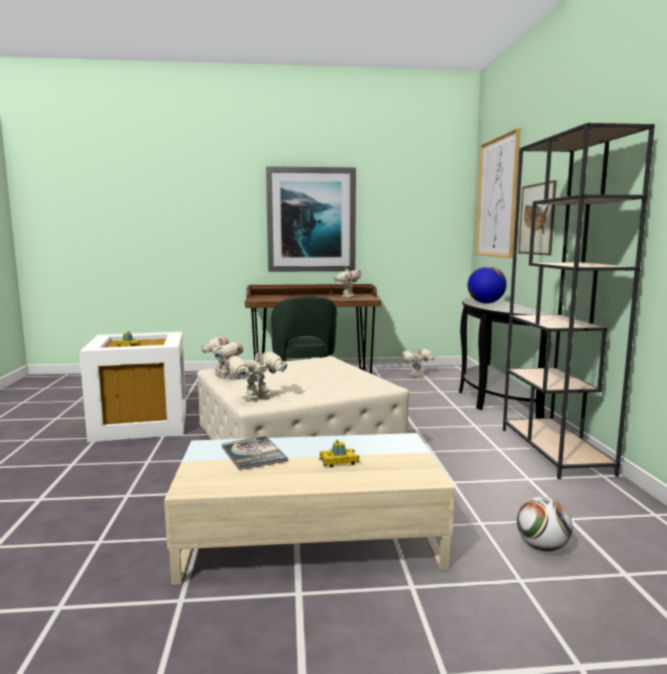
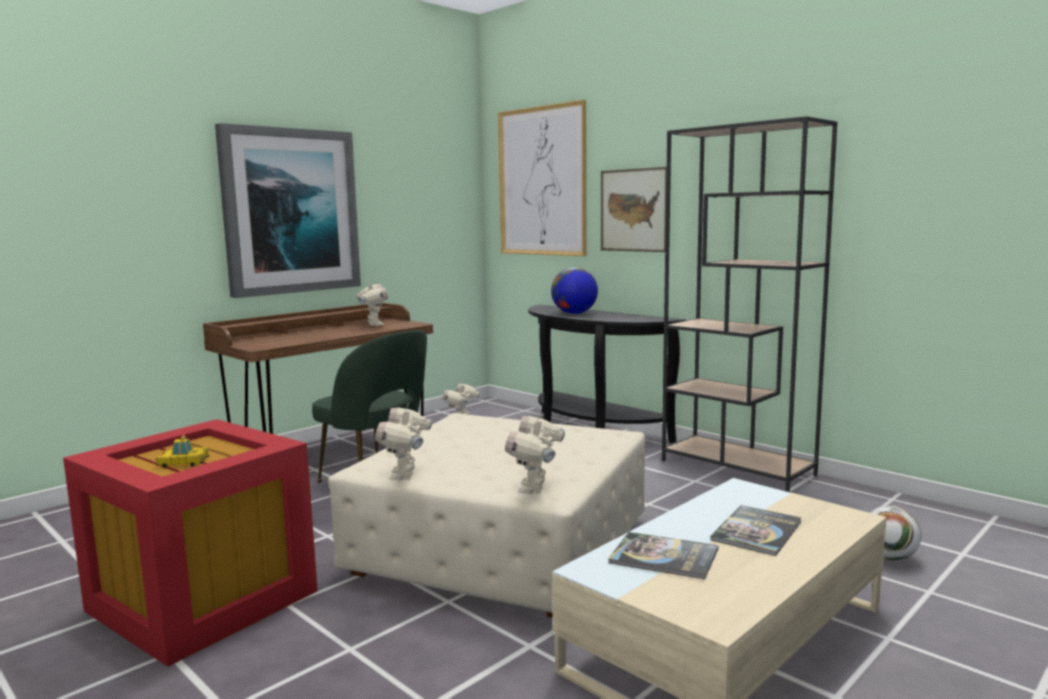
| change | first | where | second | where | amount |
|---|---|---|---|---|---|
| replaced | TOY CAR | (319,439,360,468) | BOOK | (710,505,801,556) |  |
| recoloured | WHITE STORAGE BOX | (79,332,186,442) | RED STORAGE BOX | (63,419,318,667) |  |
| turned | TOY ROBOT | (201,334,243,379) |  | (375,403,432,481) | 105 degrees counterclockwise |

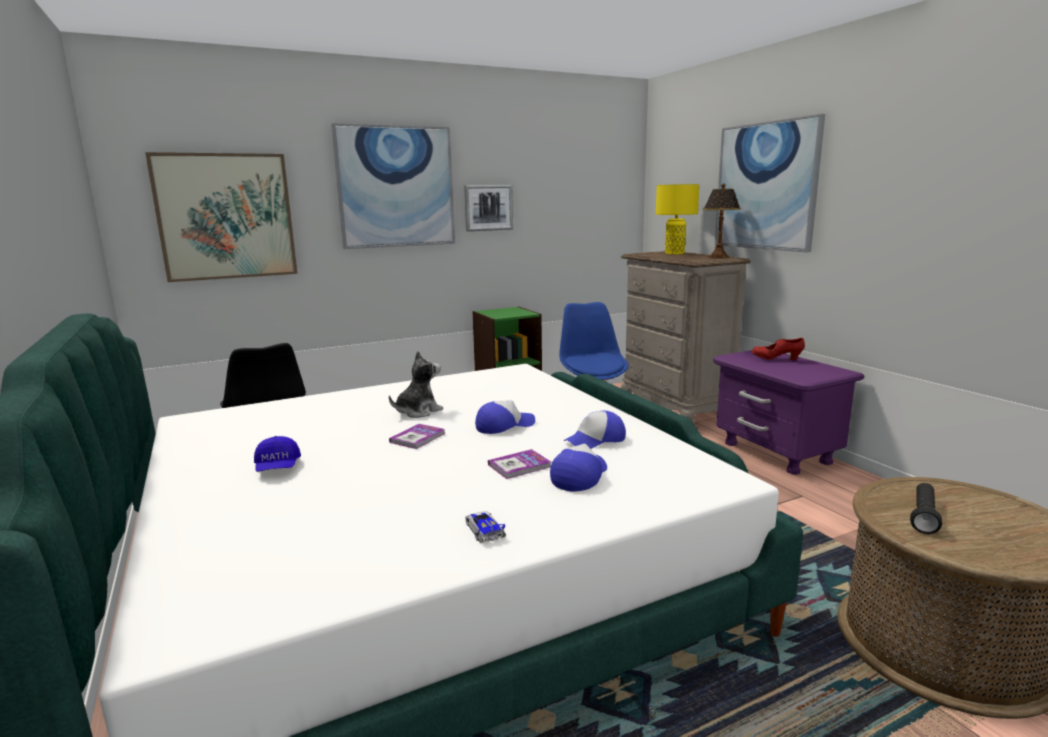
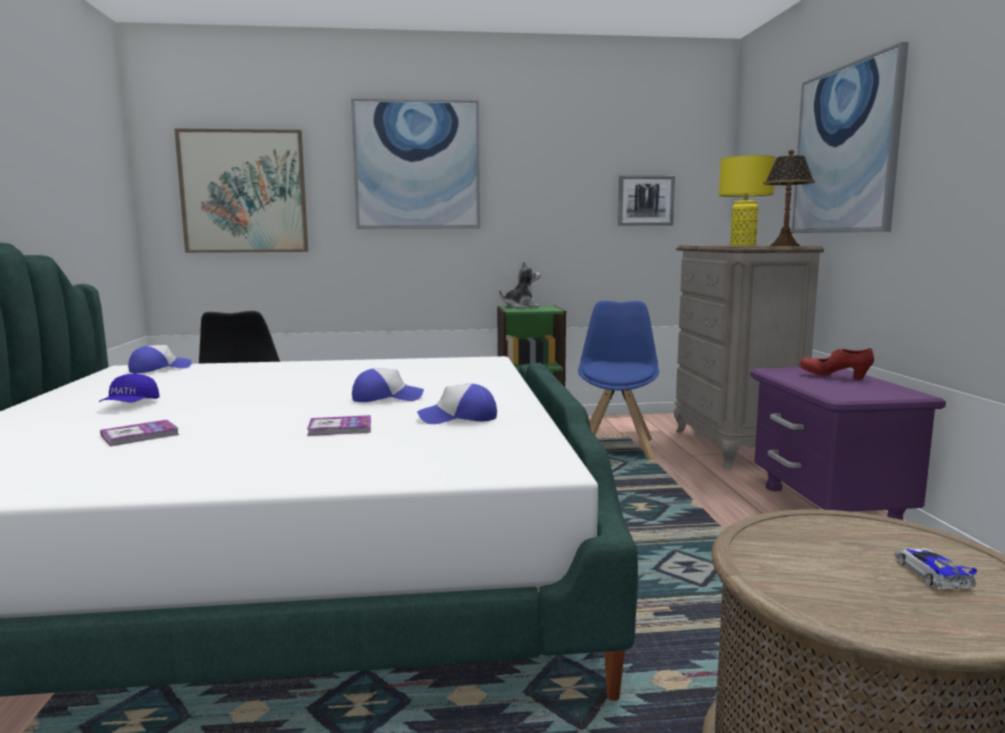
| change | first | where | second | where | amount |
|---|---|---|---|---|---|
| removed | BLACK FLASHLIGHT | (910,483,942,534) |  |  |  |
| moved | PLUSH TOY | (389,351,443,418) |  | (499,262,540,308) |  |
| moved | BOOK | (389,424,446,449) |  | (100,420,179,446) |  |
| moved | PICTURE | (464,185,513,231) |  | (618,175,675,226) |  |
| moved | TOY CAR | (465,511,506,543) |  | (894,548,977,589) |  |
| moved | CAP | (550,444,607,491) |  | (128,345,192,373) |  |

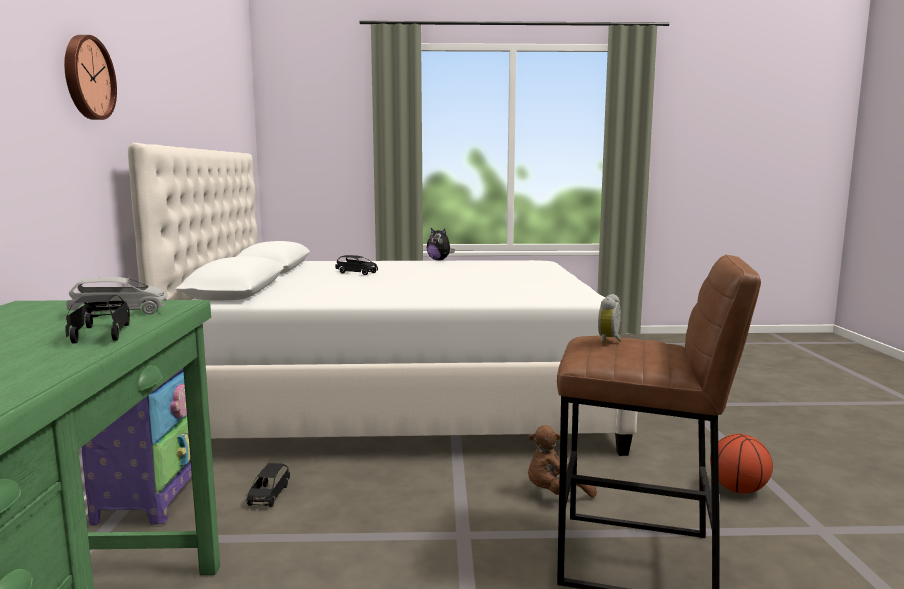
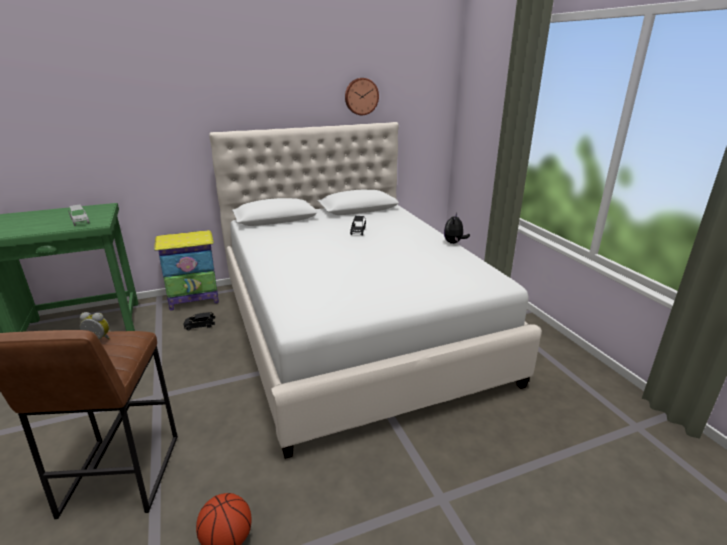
| change | first | where | second | where | amount |
|---|---|---|---|---|---|
| removed | BLACK TOY CAR | (65,295,130,344) |  |  |  |
| removed | BROWN PLUSH TOY | (528,425,597,497) |  |  |  |
| moved | WALL CLOCK | (64,35,117,120) |  | (345,78,379,115) |  |

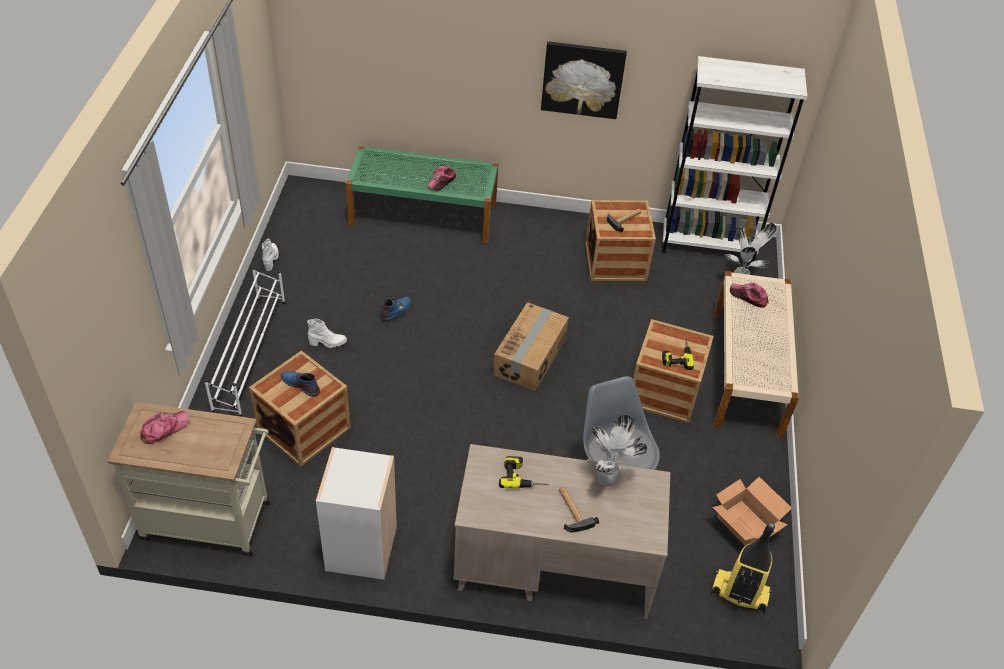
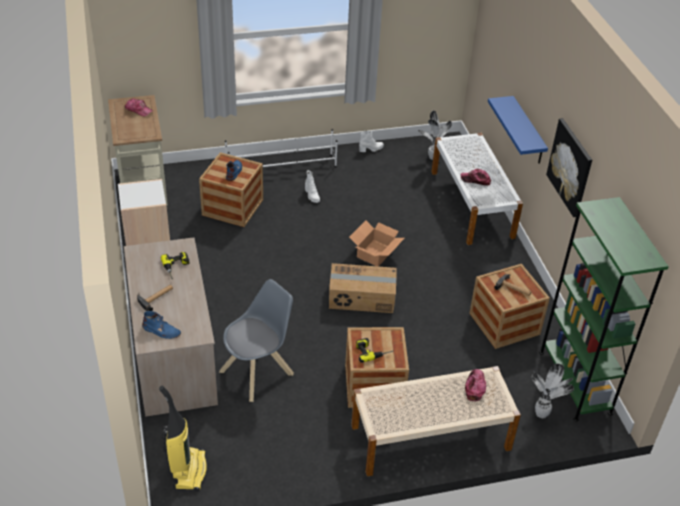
| change | first | where | second | where | amount |
|---|---|---|---|---|---|
| added |  |  | BLUE SHELF | (488,96,548,164) |  |
| moved | BLUE BOOT | (380,297,411,322) |  | (142,311,181,339) |  |
| moved | POTTED PLANT | (591,415,647,487) |  | (418,110,452,160) |  |
| moved | CARDBOARD BOX | (712,477,792,546) |  | (349,220,404,267) |  |
| recoloured | GREEN BENCH | (346,146,499,243) | WHITE BENCH | (431,133,523,245) |  |
| recoloured | WHITE BOOKCASE | (661,56,807,263) | GREEN BOOKCASE | (539,197,669,422) |  |

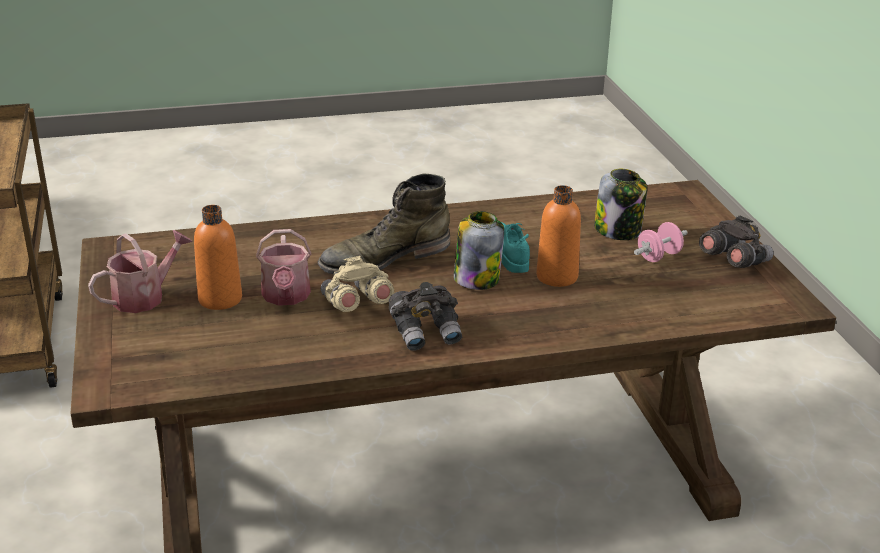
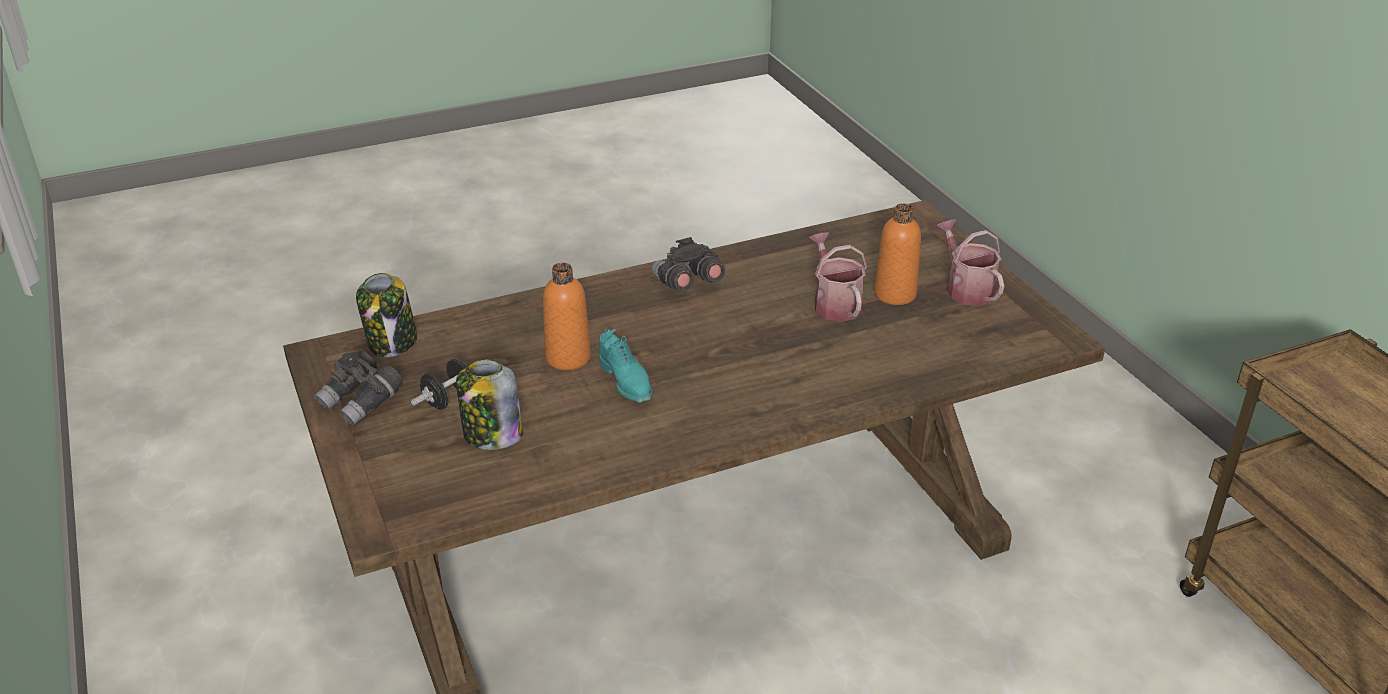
| change | first | where | second | where | amount |
|---|---|---|---|---|---|
| removed | GREEN BOOT | (318,174,450,274) |  |  |  |
| removed | BEIGE BINOCULARS | (321,256,394,312) |  |  |  |
| moved | JAR | (454,211,504,290) |  | (356,273,417,357) |  |
| recoloured | PINK DUMBBELL | (634,222,688,262) | BLACK DUMBBELL | (411,359,467,410) |  |
| turned | WATERING CAN | (88,230,193,313) |  | (936,219,1004,306) | 120 degrees clockwise |

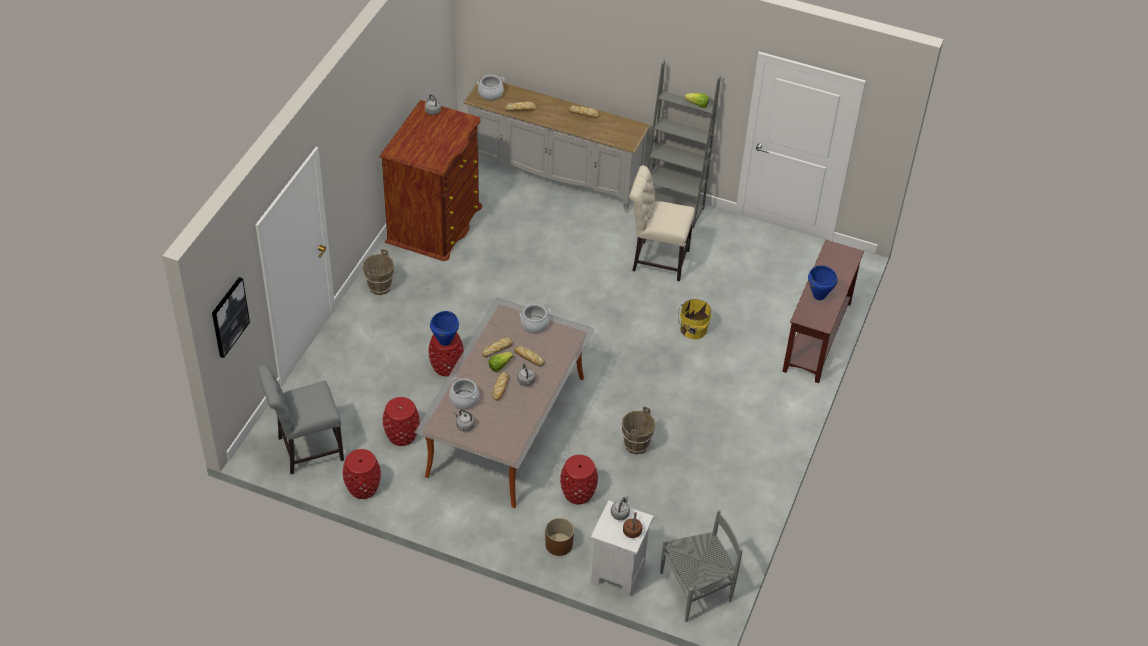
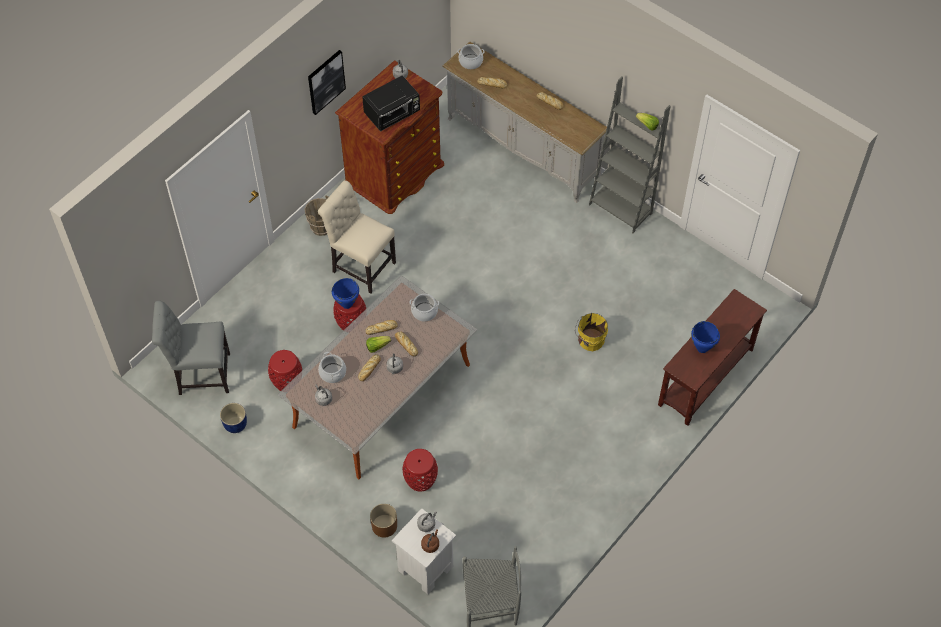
| change | first | where | second | where | amount |
|---|---|---|---|---|---|
| removed | BROWN BUCKET | (622,406,656,454) |  |  |  |
| added |  |  | BLACK MICROWAVE | (362,75,420,131) |  |
| moved | PICTURE | (212,277,250,358) |  | (308,50,346,115) |  |
| moved | BEIGE CHAIR | (629,166,695,281) |  | (318,180,396,294) |  |
| replaced | RED STOOL | (343,449,381,499) | BLUE PLANTER | (220,403,247,433) |  |

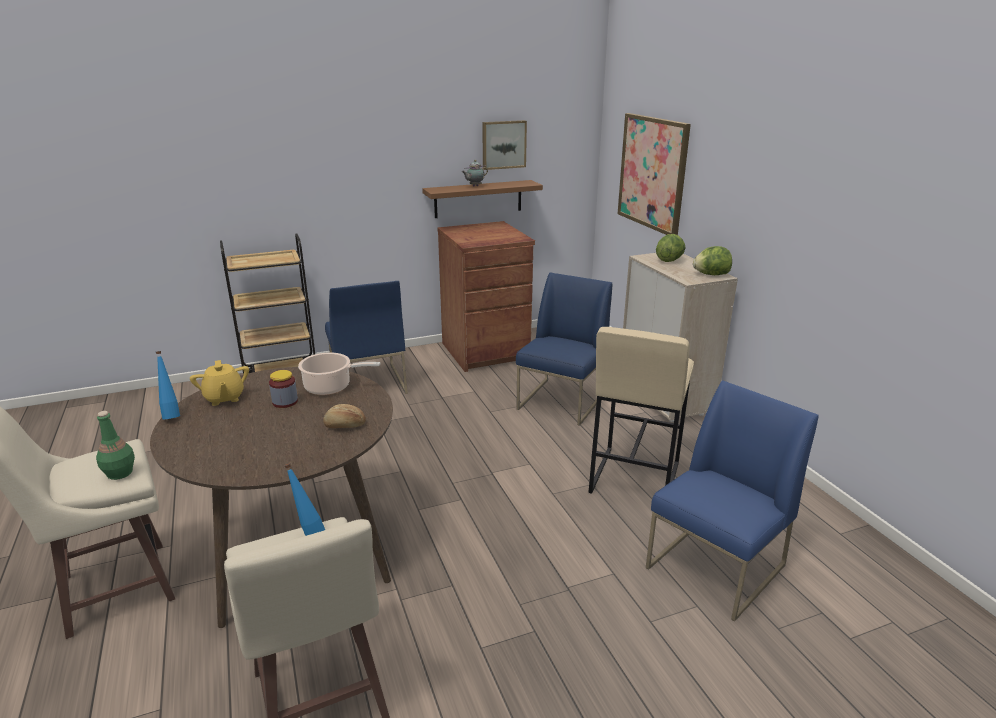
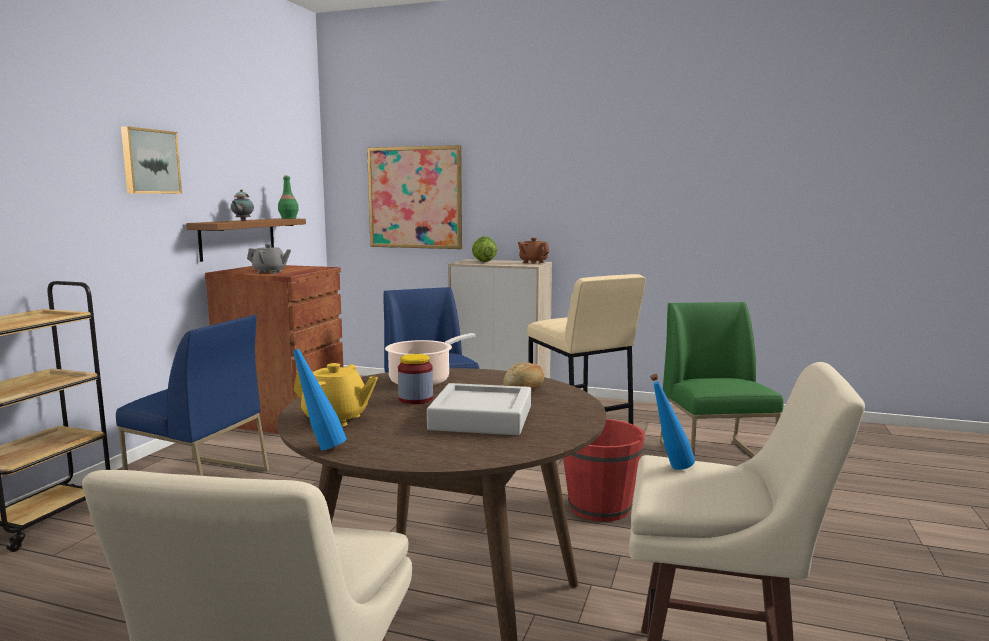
| change | first | where | second | where | amount |
|---|---|---|---|---|---|
| added |  |  | GREY TEAPOT | (247,244,291,274) |  |
| added |  |  | GREY TRAY | (427,383,531,435) |  |
| added |  |  | RED BUCKET | (563,419,645,522) |  |
| moved | GREEN BOTTLE | (96,411,135,480) |  | (278,175,299,219) |  |
| moved | PICTURE | (482,120,527,170) |  | (121,126,182,194) |  |
| replaced | LETTUCE | (693,246,732,275) | BROWN TEAPOT | (518,238,549,264) |  |
| recoloured | BLUE CHAIR | (646,380,818,621) | GREEN CHAIR | (660,302,784,458) |  |

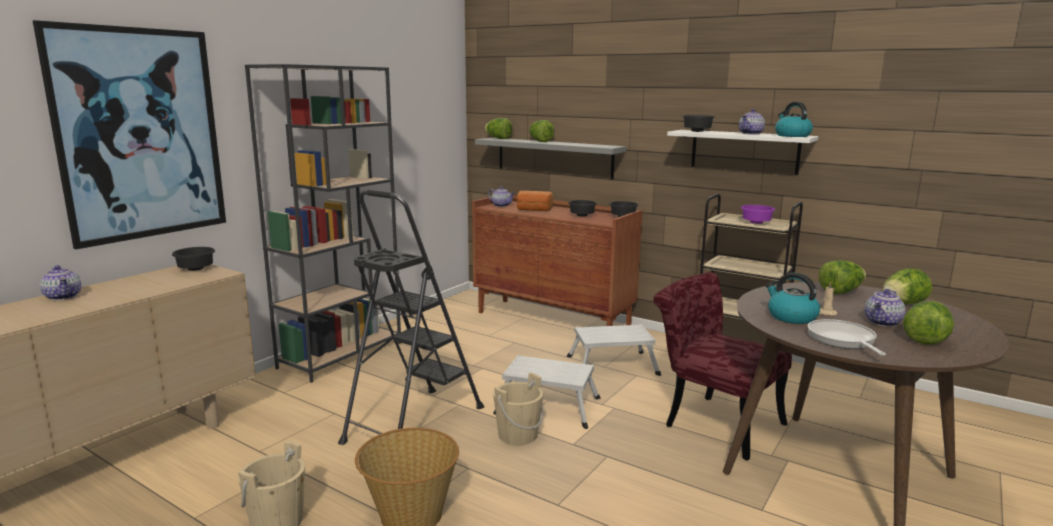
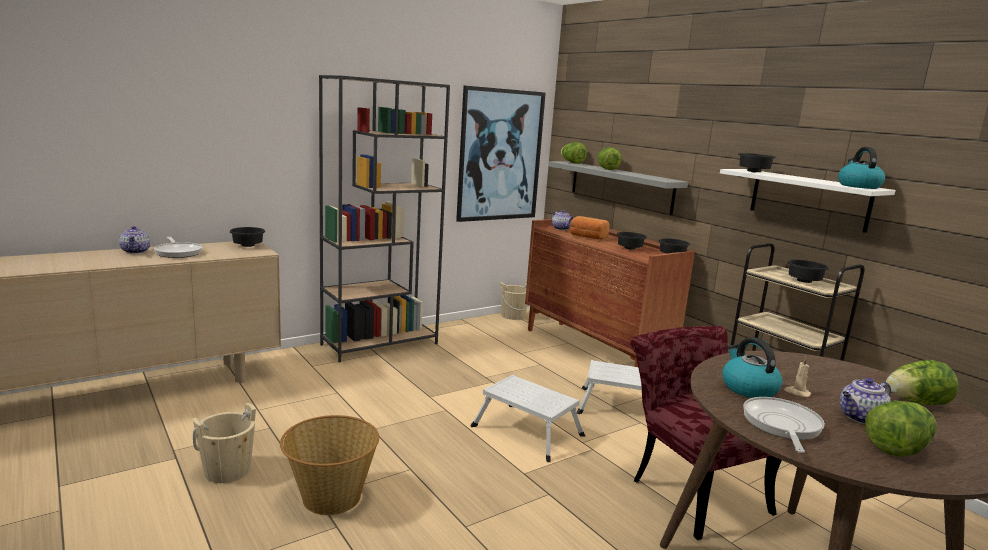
| change | first | where | second | where | amount |
|---|---|---|---|---|---|
| removed | STEP LADDER | (338,190,484,445) |  |  |  |
| removed | TEAPOT | (739,109,765,135) |  |  |  |
| removed | LETTUCE | (819,260,866,294) |  |  |  |
| added |  |  | FRYING PAN | (154,237,203,258) |  |
| moved | PICTURE | (33,20,226,249) |  | (456,86,546,222) |  |
| moved | BEIGE BUCKET | (493,372,543,445) |  | (500,281,529,320) |  |
| recoloured | PURPLE BOWL | (741,205,775,224) | BLACK BOWL | (787,260,829,283) |  |

